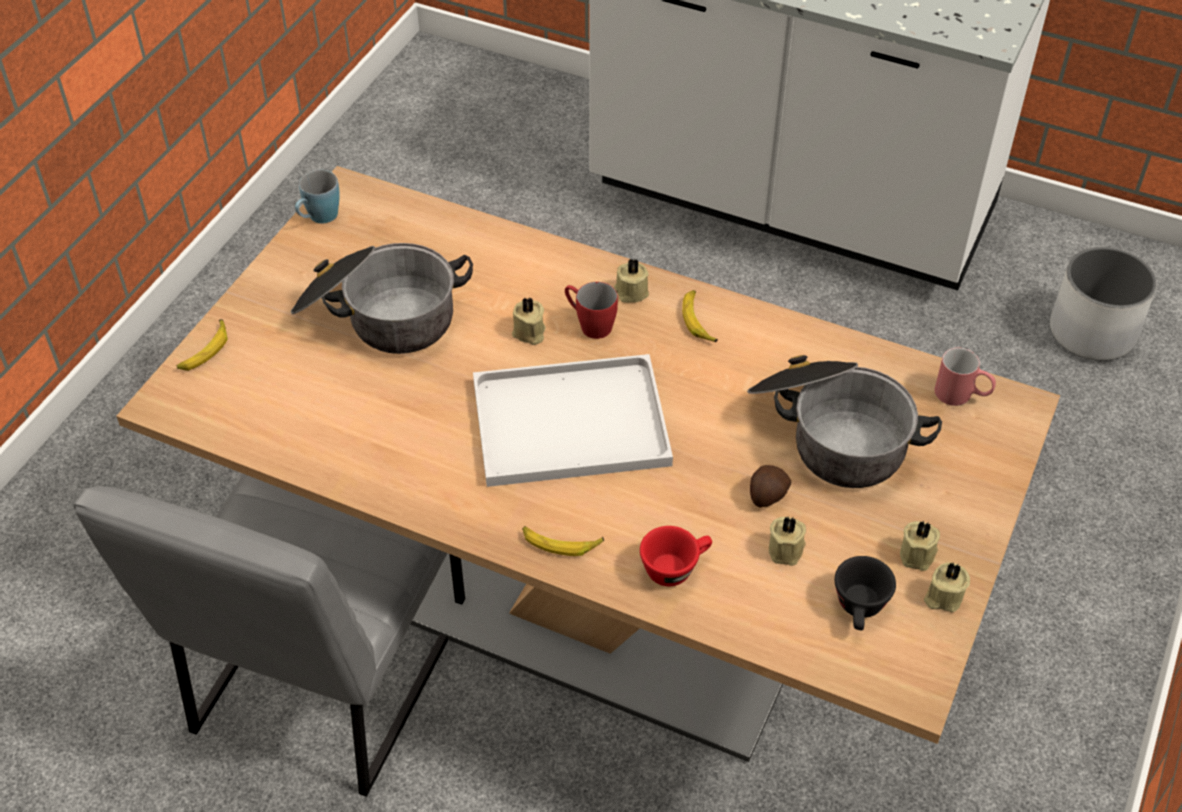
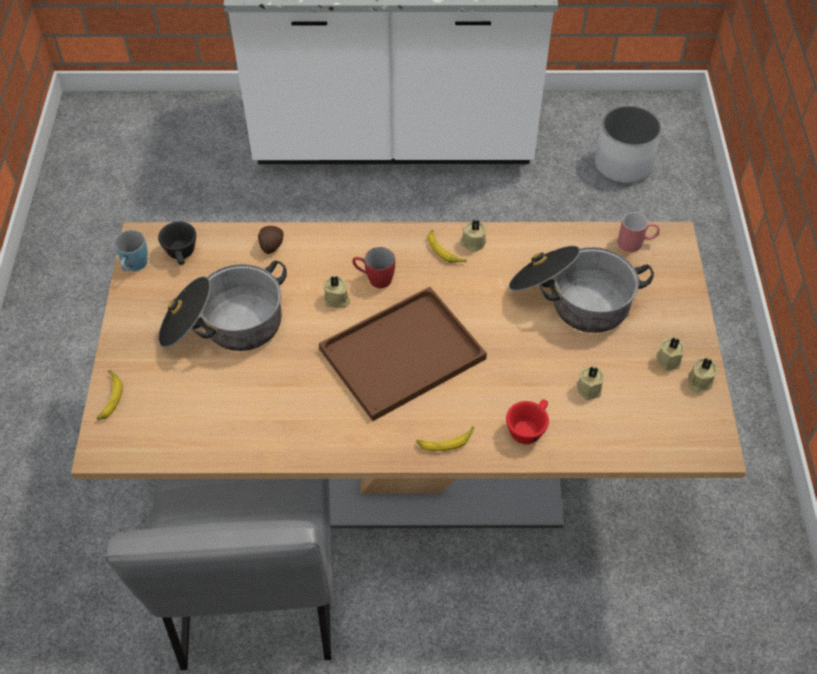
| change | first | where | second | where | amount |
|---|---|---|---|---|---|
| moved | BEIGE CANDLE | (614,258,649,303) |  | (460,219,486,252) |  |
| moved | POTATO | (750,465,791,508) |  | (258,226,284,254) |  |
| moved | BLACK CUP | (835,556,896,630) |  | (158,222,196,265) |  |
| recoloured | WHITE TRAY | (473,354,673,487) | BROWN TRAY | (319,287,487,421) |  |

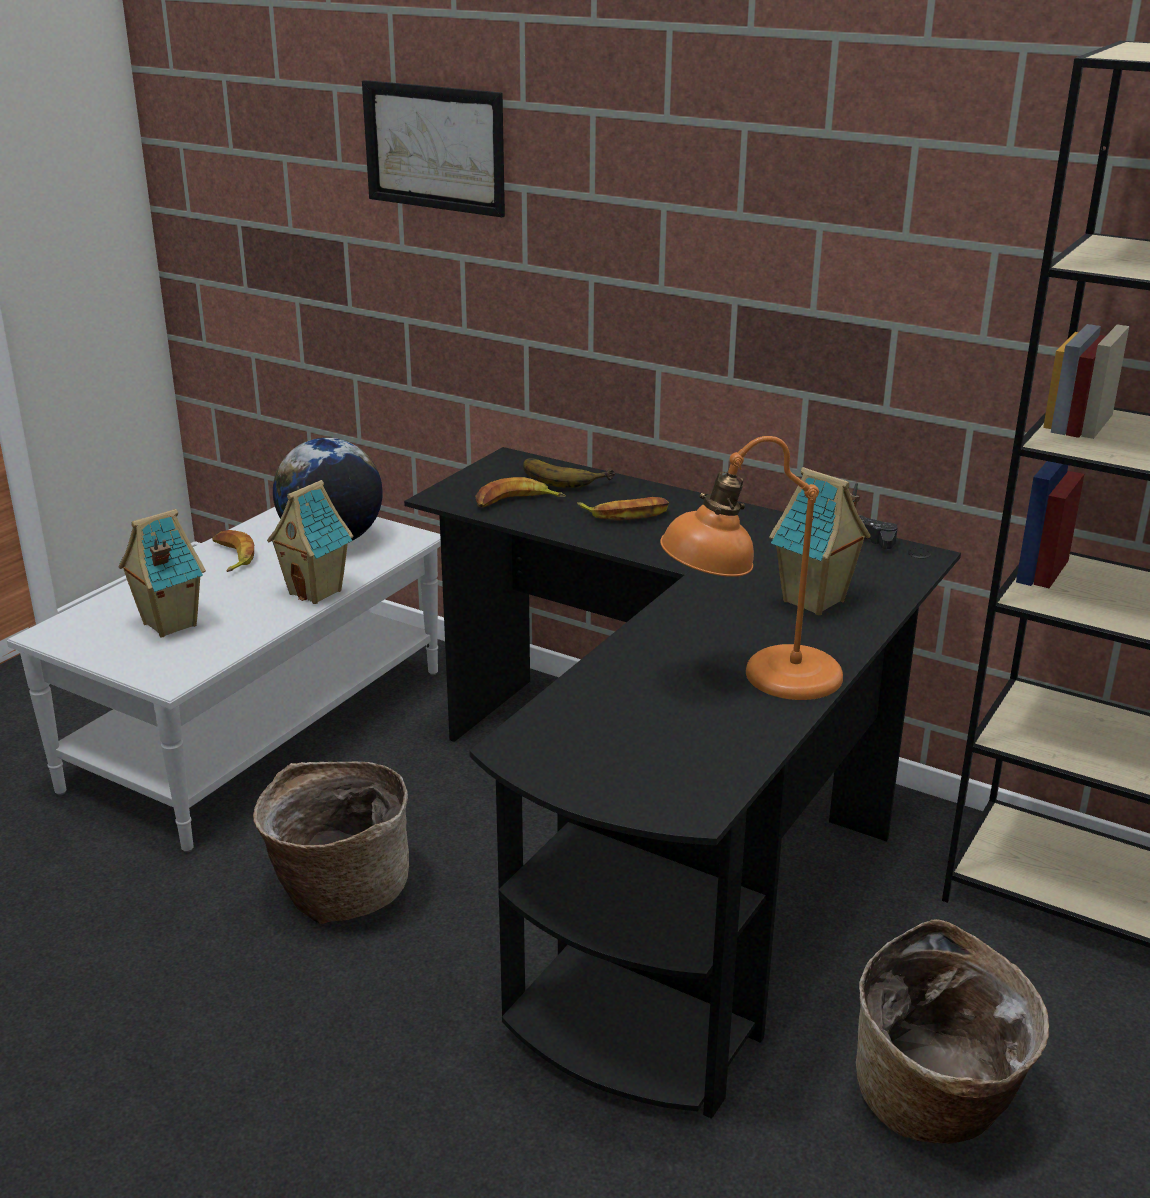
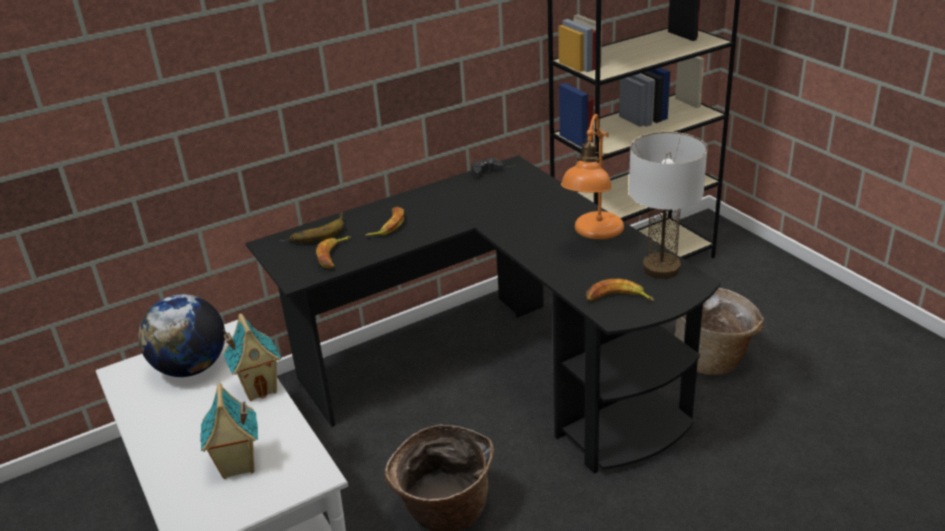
| change | first | where | second | where | amount |
|---|---|---|---|---|---|
| removed | PICTURE | (362,80,505,217) |  |  |  |
| removed | TOY HOUSE | (769,467,870,615) |  |  |  |
| added |  |  | TABLE LAMP | (629,132,707,279) |  |
| moved | BANANA | (212,530,254,572) |  | (586,279,654,301) |  |

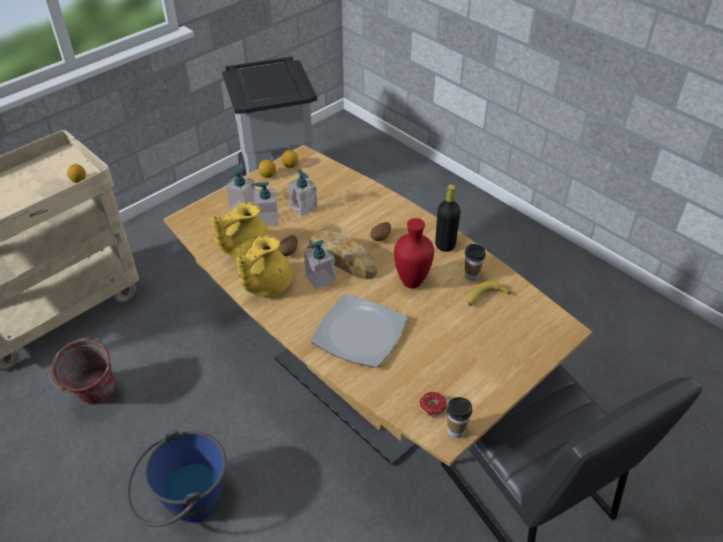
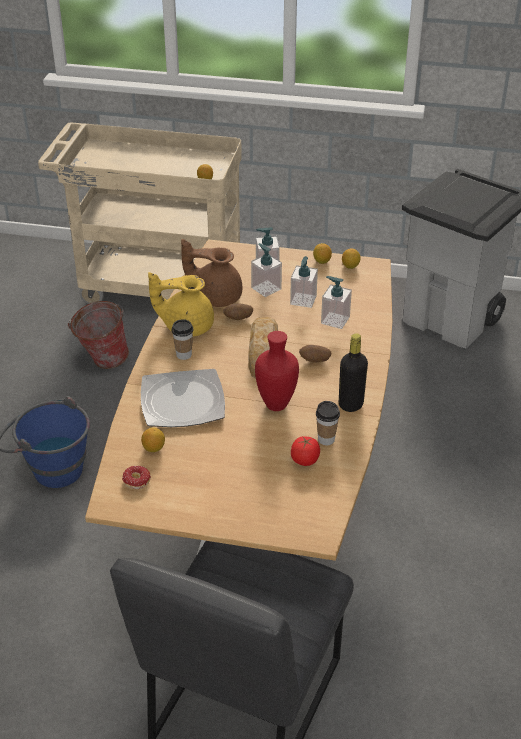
| change | first | where | second | where | amount |
|---|---|---|---|---|---|
| added |  |  | LEMON | (141,428,165,452) |  |
| moved | SOAP DISPENSER | (304,240,335,289) |  | (321,276,352,329) |  |
| moved | CUP | (447,397,472,438) |  | (172,319,193,360) |  |
| replaced | BANANA | (467,281,511,306) | TOMATO | (291,436,320,466) |  |
| recoloured | YELLOW TEAPOT | (211,202,271,259) | BROWN TEAPOT | (181,239,243,307) |  |

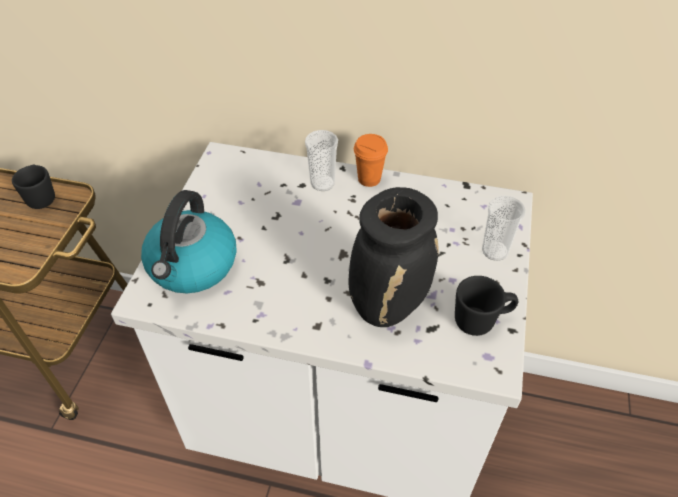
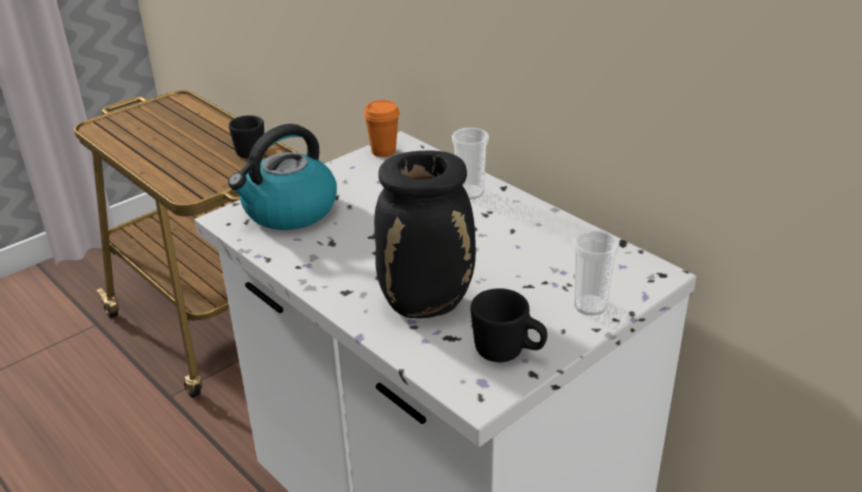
| change | first | where | second | where | amount |
|---|---|---|---|---|---|
| moved | ORANGE CUP | (354,134,388,187) |  | (364,100,400,157) |  |

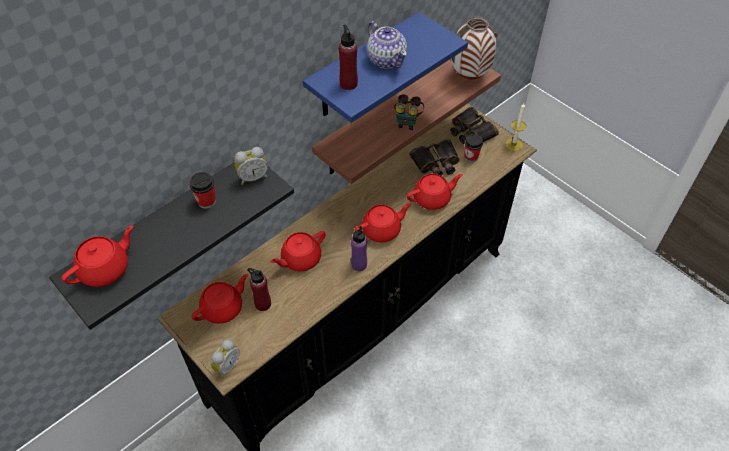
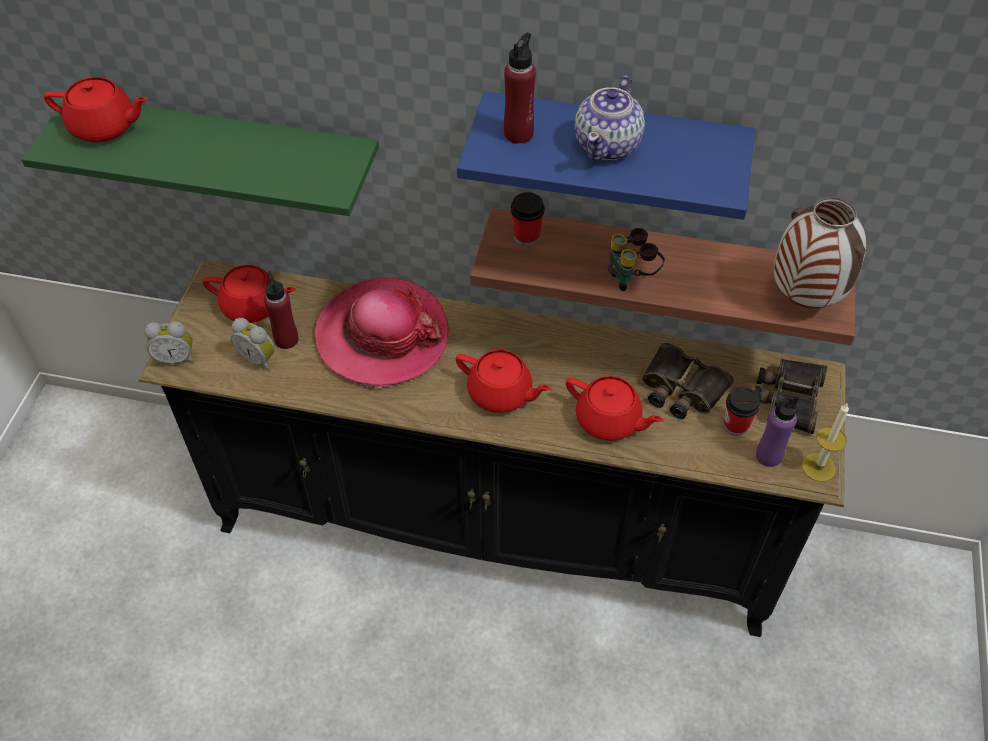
| change | first | where | second | where | amount |
|---|---|---|---|---|---|
| moved | CUP | (190,172,216,209) |  | (510,192,545,246) |  |
| moved | ALARM CLOCK | (234,147,268,185) |  | (231,318,275,371) |  |
| moved | PURPLE BOTTLE | (351,226,367,271) |  | (756,397,799,467) |  |
| replaced | RED TEAPOT | (270,231,326,271) | HAT | (315,277,449,388) |  |
| recoloured | BLACK SHELF | (49,162,294,330) | GREEN SHELF | (21,102,379,216) |  |

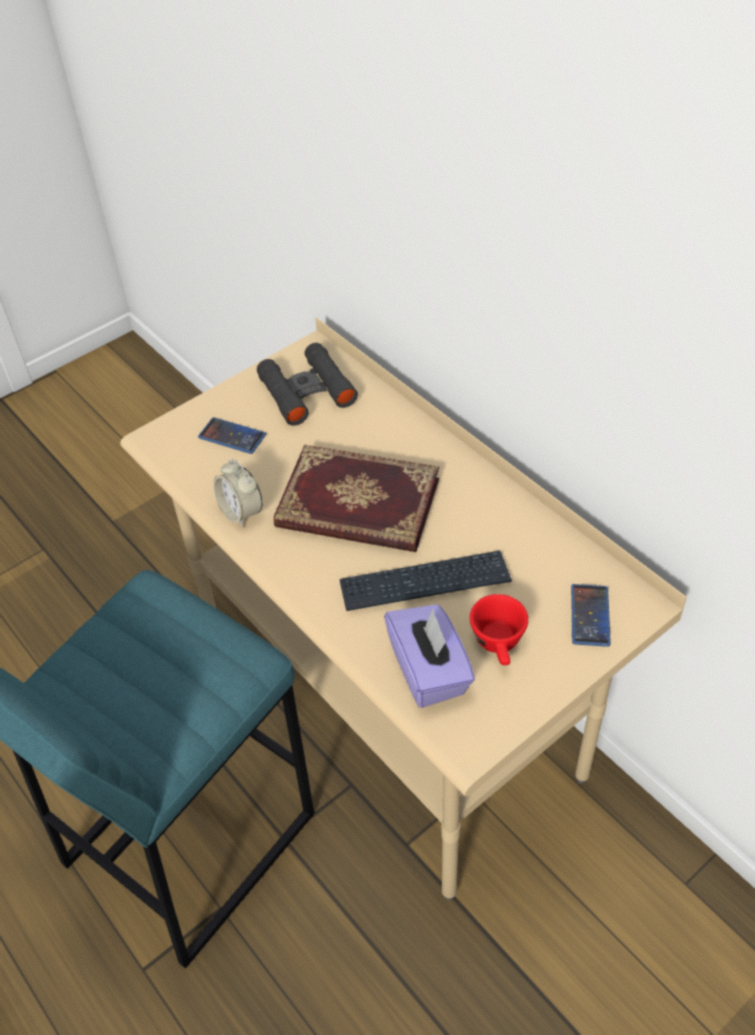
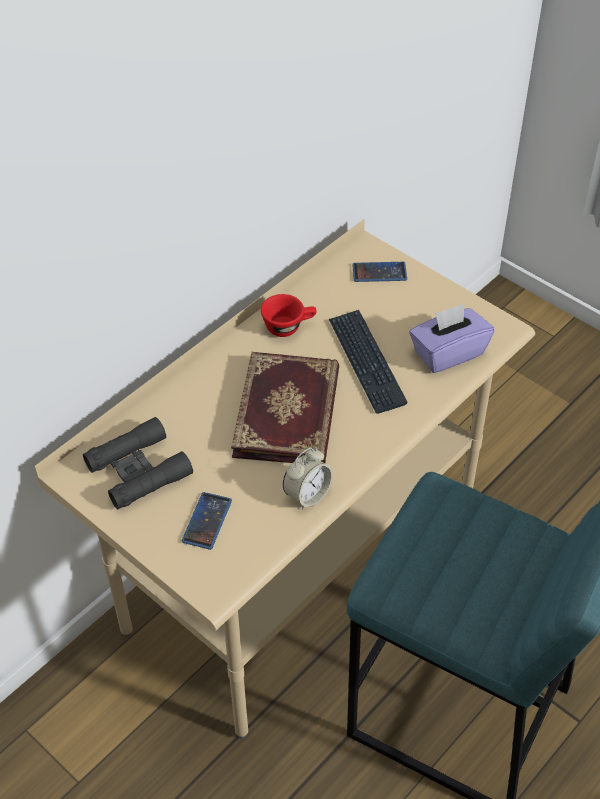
| change | first | where | second | where | amount |
|---|---|---|---|---|---|
| moved | RED CUP | (470,594,528,665) |  | (261,294,317,337) |  |

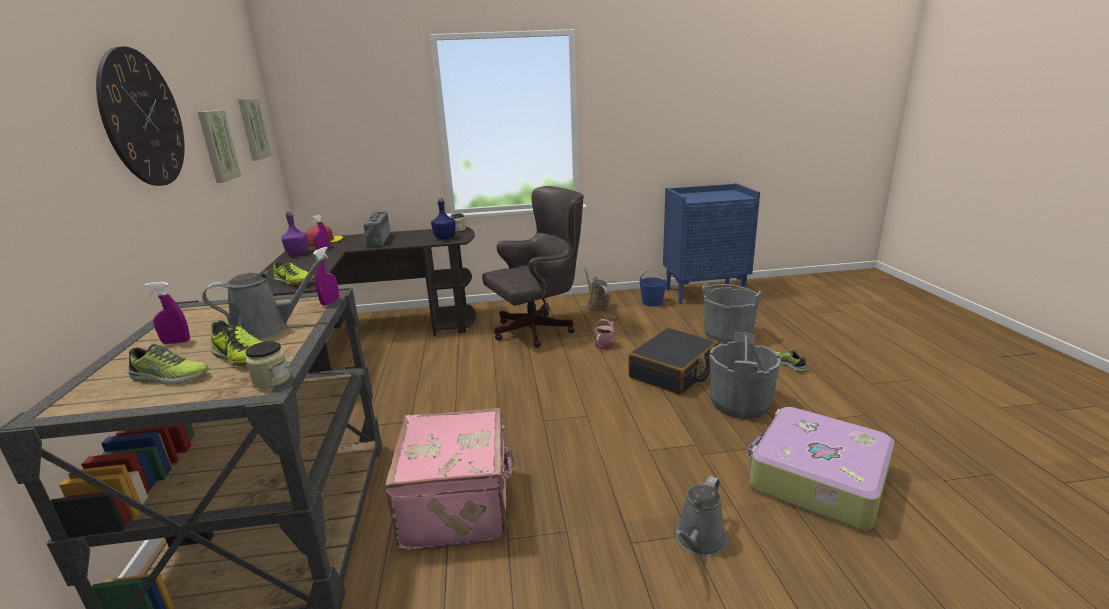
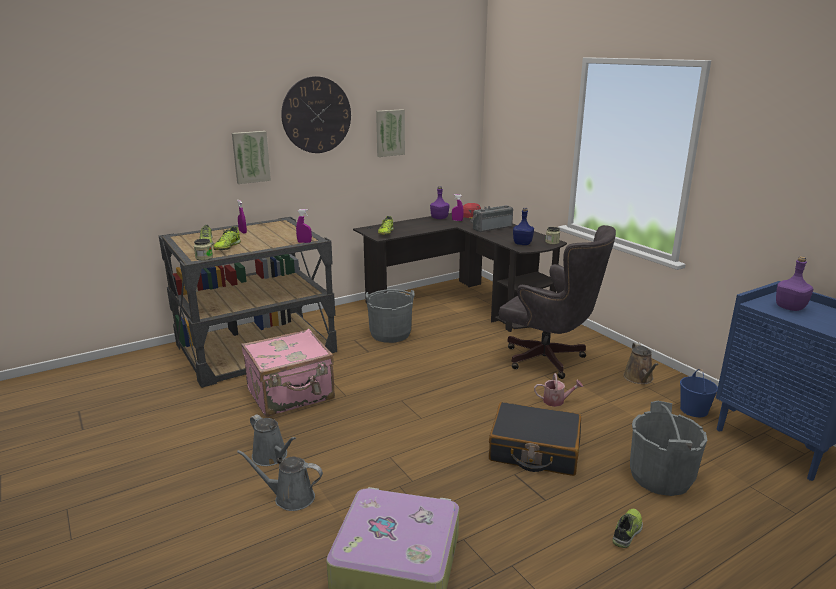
| change | first | where | second | where | amount |
|---|---|---|---|---|---|
| added |  |  | PURPLE BOTTLE | (776,256,814,311) |  |
| moved | GREY WATERING CAN | (202,257,326,340) |  | (250,414,296,466) |  |
| moved | PICTURE | (238,98,272,161) |  | (232,131,271,184) |  |
| moved | GREY BUCKET | (710,332,781,419) |  | (366,289,414,343) |  |
| turned | BROWN WATERING CAN | (584,268,611,312) |  | (623,343,659,384) | 135 degrees clockwise |

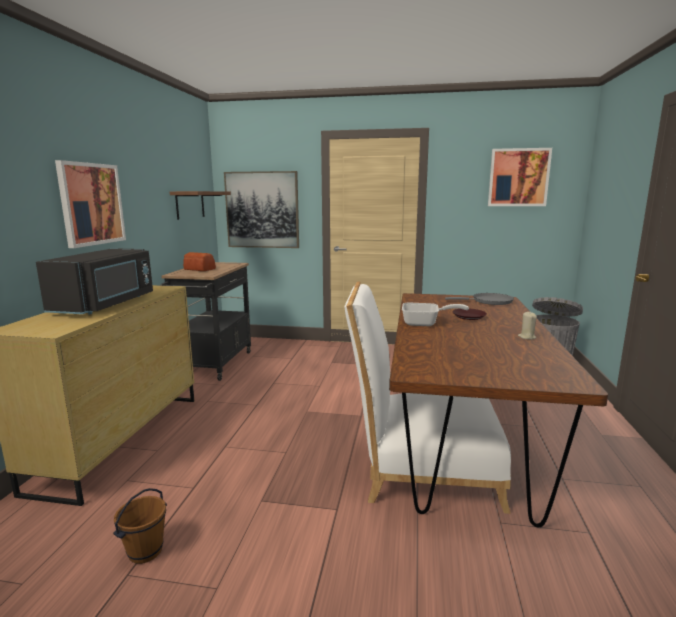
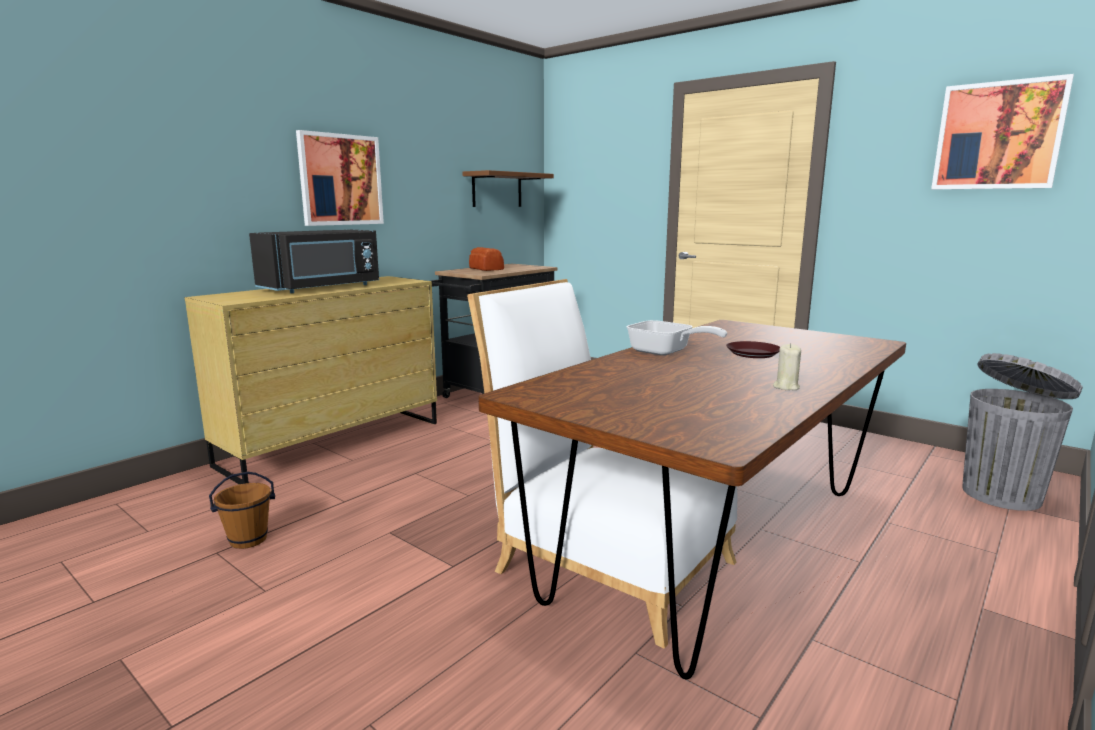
| change | first | where | second | where | amount |
|---|---|---|---|---|---|
| removed | PICTURE | (224,171,299,248) |  |  |  |
| removed | GREY FRYING PAN | (445,293,514,305) |  |  |  |

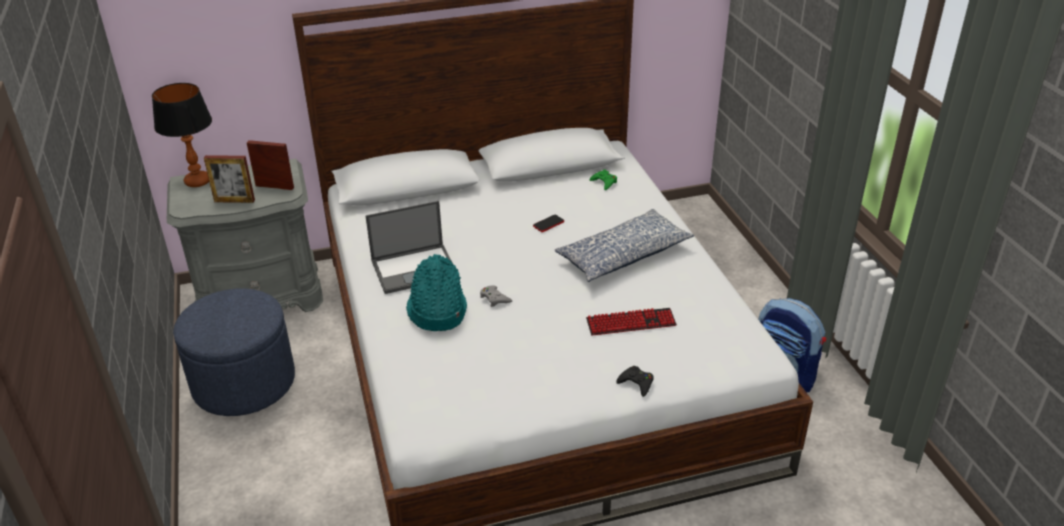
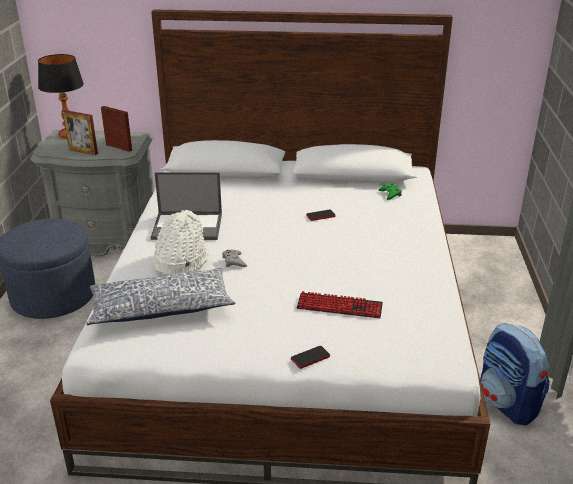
| change | first | where | second | where | amount |
|---|---|---|---|---|---|
| moved | PILLOW | (554,209,694,282) |  | (86,268,235,325) |  |
| replaced | BLACK GAME CONTROLLER | (616,366,654,397) | PHONE | (291,346,330,369) |  |
| recoloured | TURQUOISE HAT | (406,254,467,331) | WHITE HAT | (153,210,208,275) |  |

